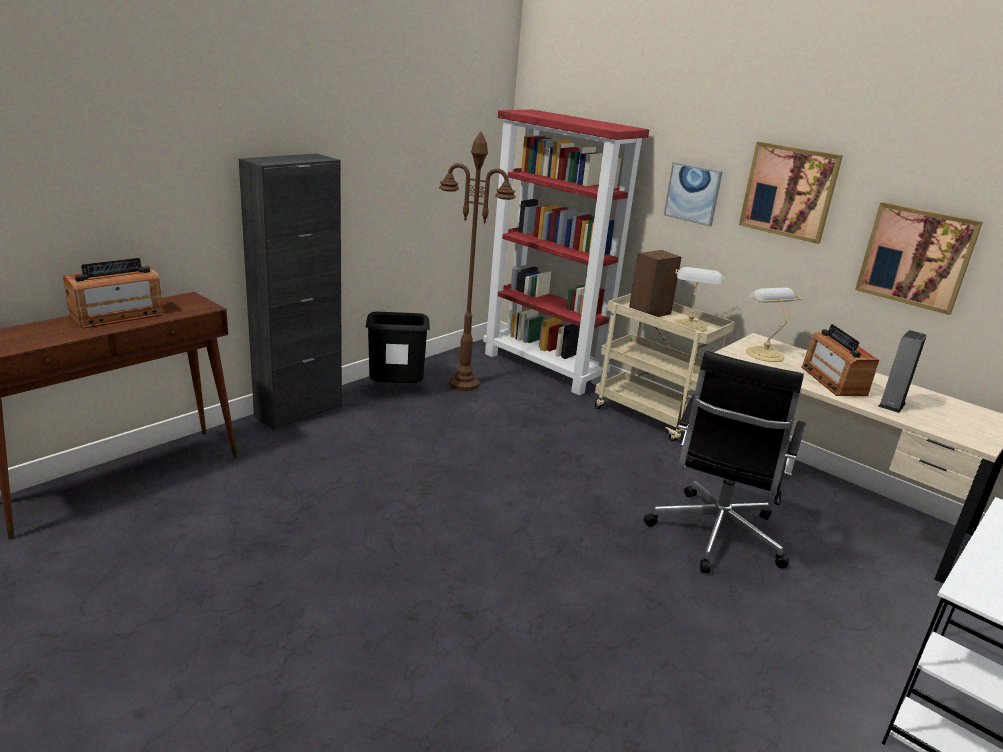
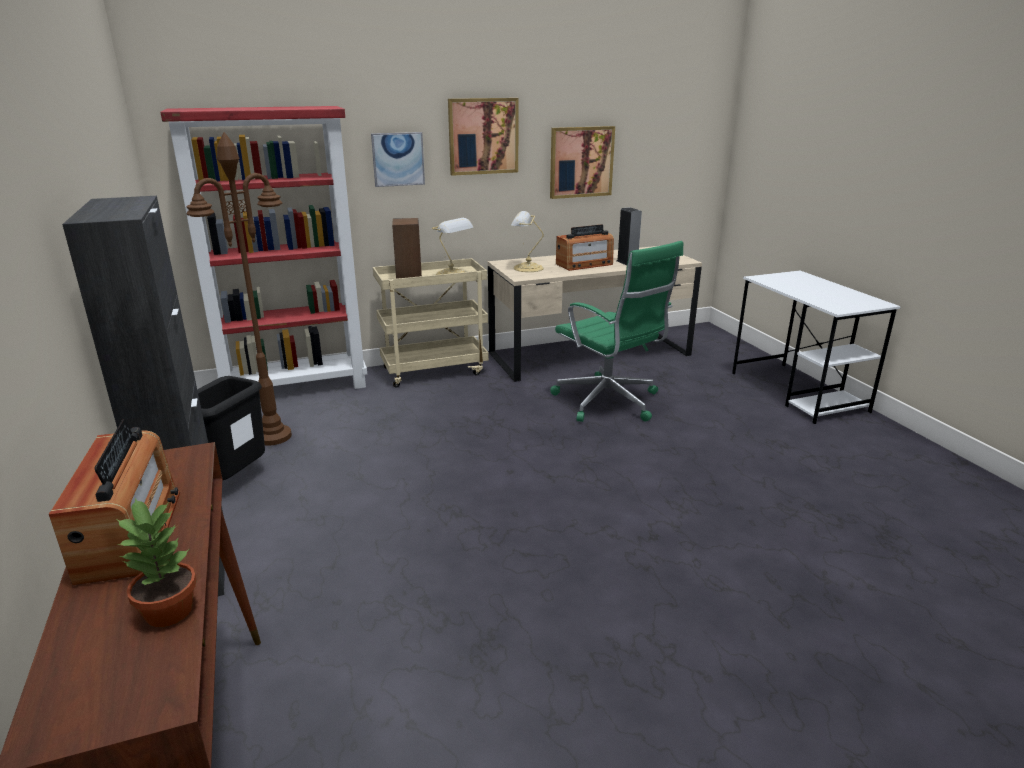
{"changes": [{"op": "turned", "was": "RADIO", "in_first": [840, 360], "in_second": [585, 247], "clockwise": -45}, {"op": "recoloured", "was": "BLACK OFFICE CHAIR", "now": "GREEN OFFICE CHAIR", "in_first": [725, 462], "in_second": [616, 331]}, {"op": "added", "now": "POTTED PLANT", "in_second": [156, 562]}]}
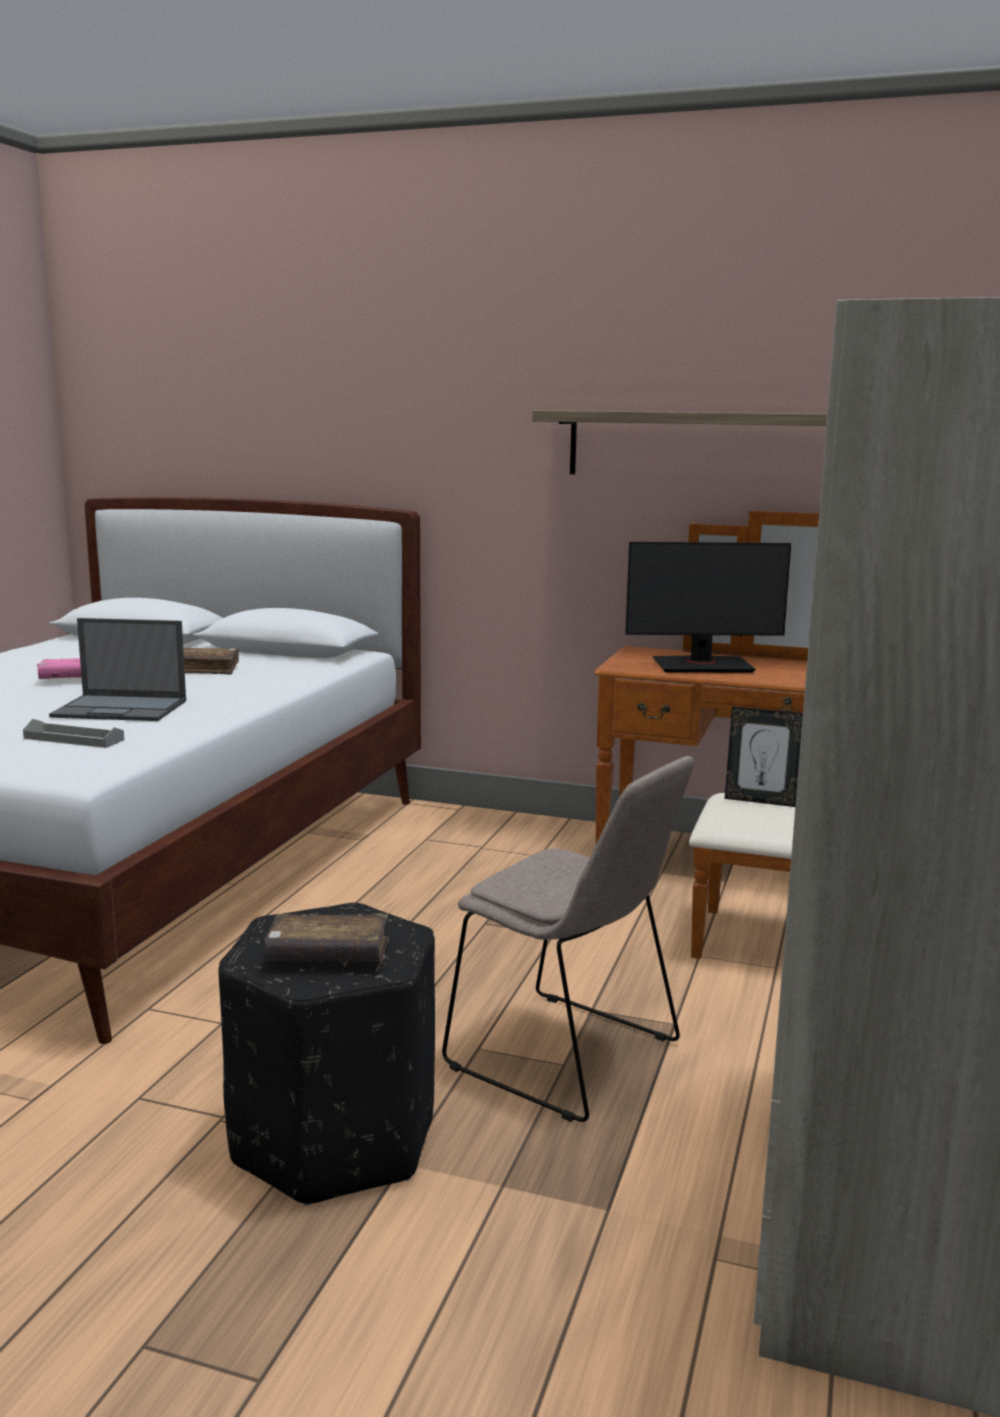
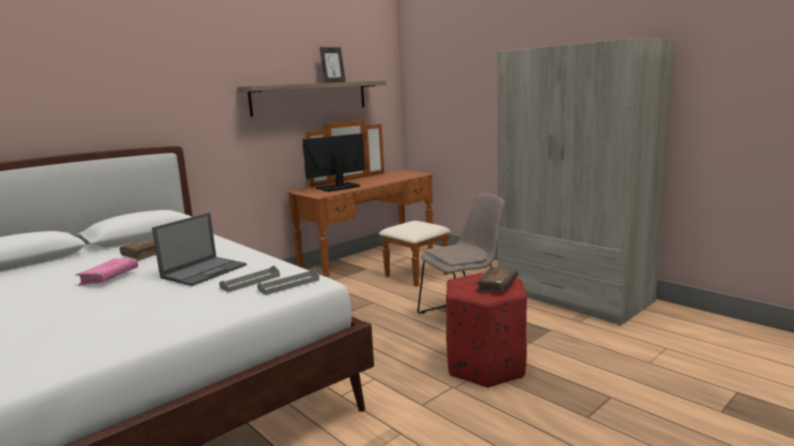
{"changes": [{"op": "turned", "was": "MONITOR", "in_first": [708, 607], "in_second": [334, 162], "clockwise": -150}, {"op": "moved", "was": "PICTURE FRAME", "in_first": [764, 756], "in_second": [333, 65]}, {"op": "recoloured", "was": "BLACK OTTOMAN", "now": "RED OTTOMAN", "in_first": [327, 1054], "in_second": [486, 330]}, {"op": "added", "now": "GREY TRAY", "in_second": [288, 282]}]}
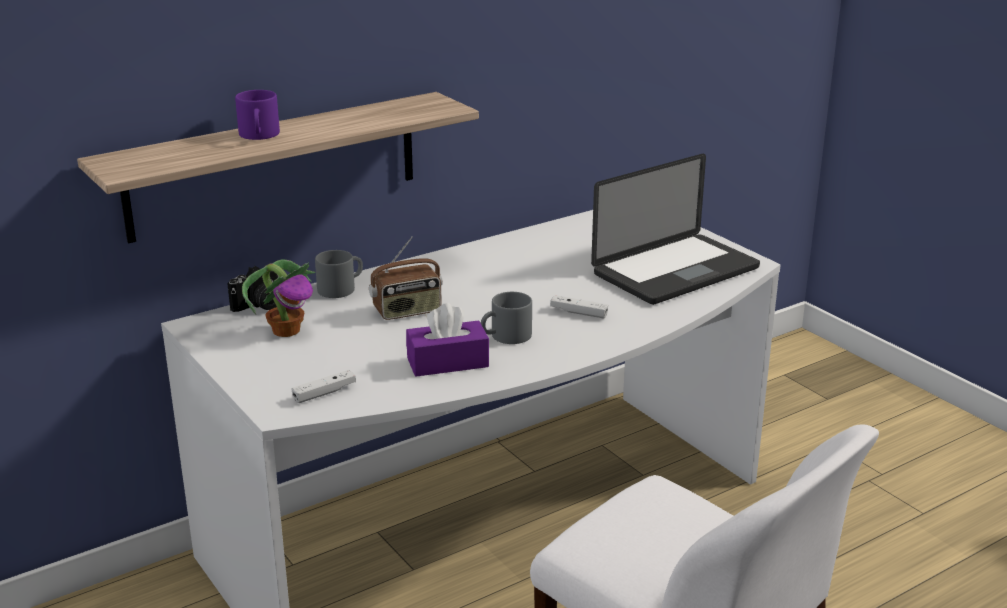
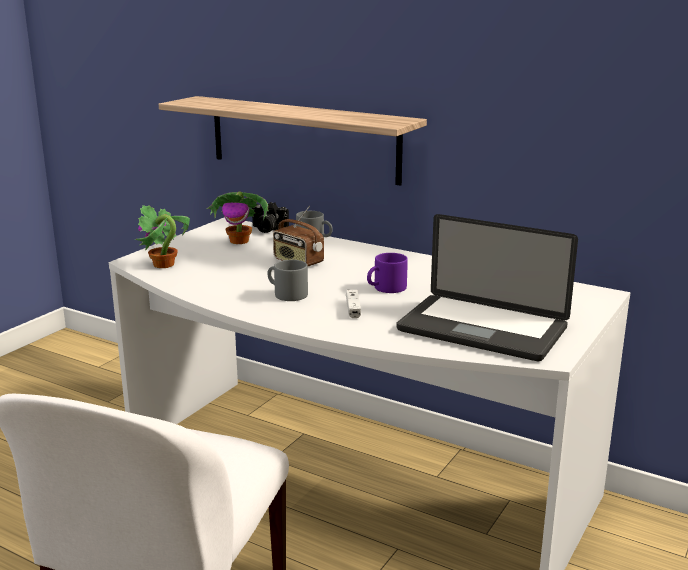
{"changes": [{"op": "moved", "was": "PURPLE MUG", "in_first": [257, 115], "in_second": [387, 273]}, {"op": "removed", "was": "PURPLE TISSUE BOX", "in_first": [447, 340]}, {"op": "replaced", "was": "WHITE GAME CONTROLLER", "now": "POTTED PLANT", "in_first": [324, 386], "in_second": [162, 236]}]}
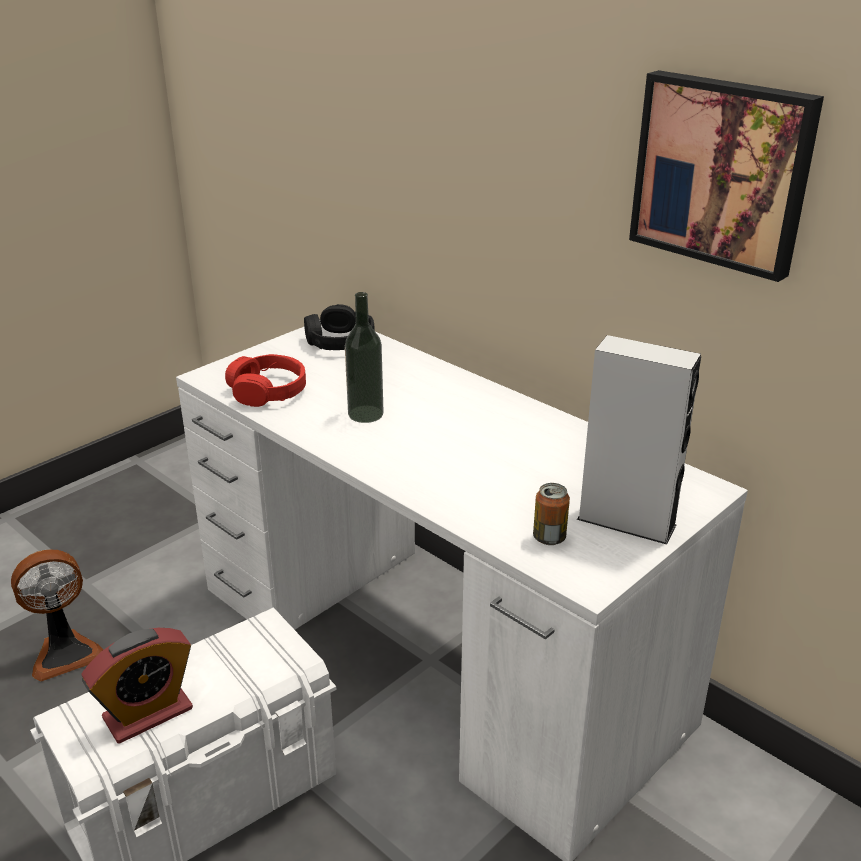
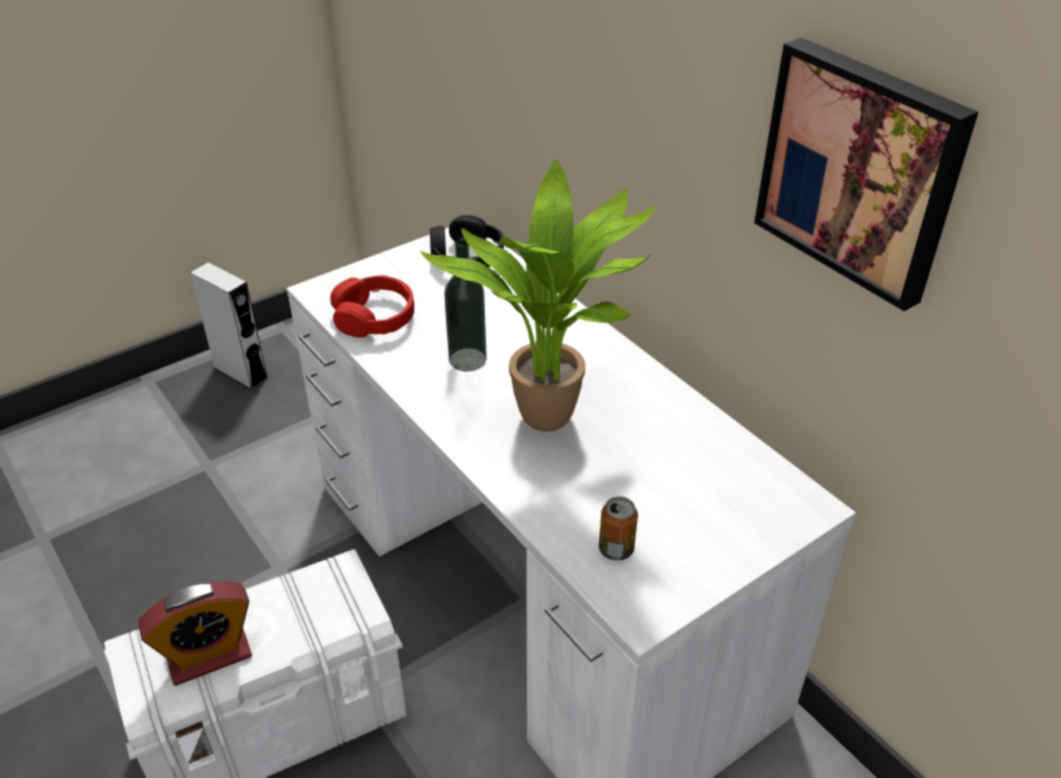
{"changes": [{"op": "moved", "was": "GREY SPEAKER", "in_first": [639, 440], "in_second": [229, 326]}, {"op": "removed", "was": "FAN", "in_first": [57, 615]}, {"op": "added", "now": "POTTED PLANT", "in_second": [538, 296]}]}
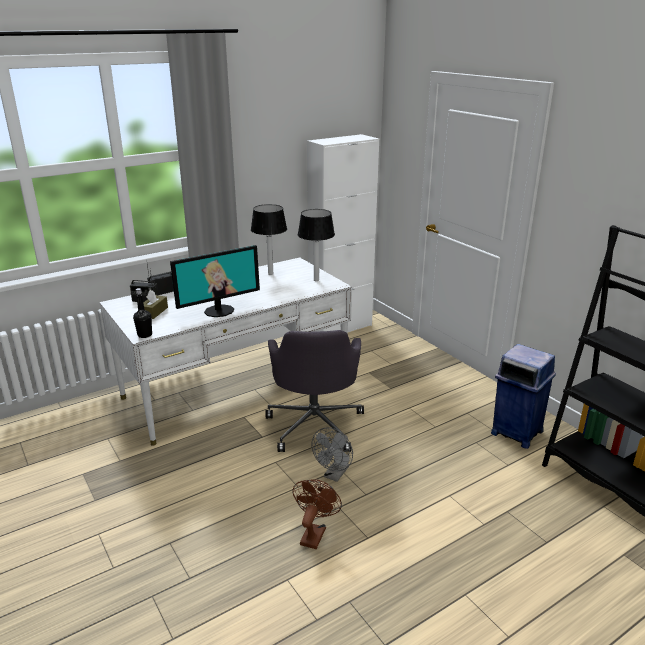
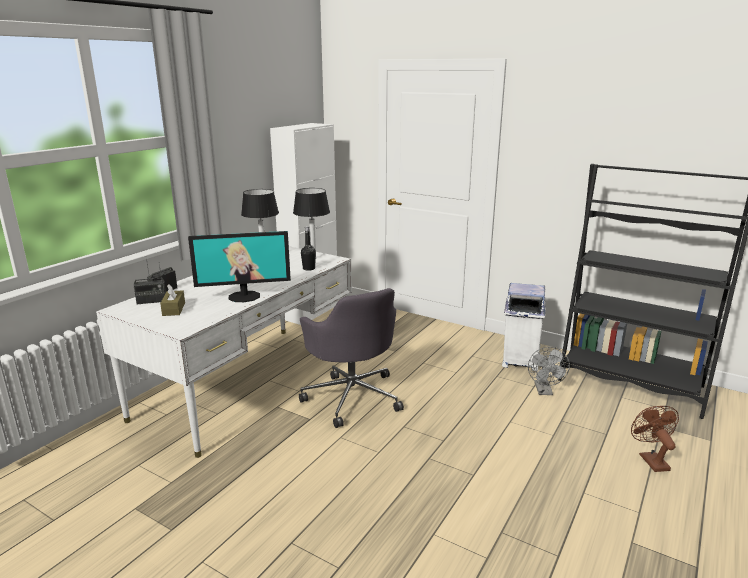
{"changes": [{"op": "turned", "was": "MONITOR", "in_first": [215, 281], "in_second": [239, 266], "clockwise": 45}, {"op": "moved", "was": "BLACK BOTTLE", "in_first": [142, 313], "in_second": [308, 248]}, {"op": "recoloured", "was": "BLUE TRASH CAN", "now": "WHITE TRASH CAN", "in_first": [523, 396], "in_second": [524, 327]}, {"op": "moved", "was": "GREY FAN", "in_first": [332, 454], "in_second": [549, 371]}, {"op": "moved", "was": "BROWN FAN", "in_first": [317, 514], "in_second": [655, 439]}]}
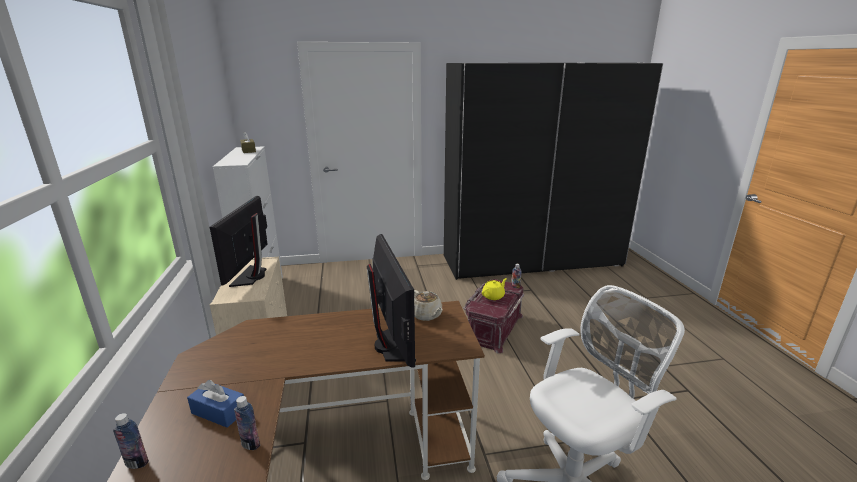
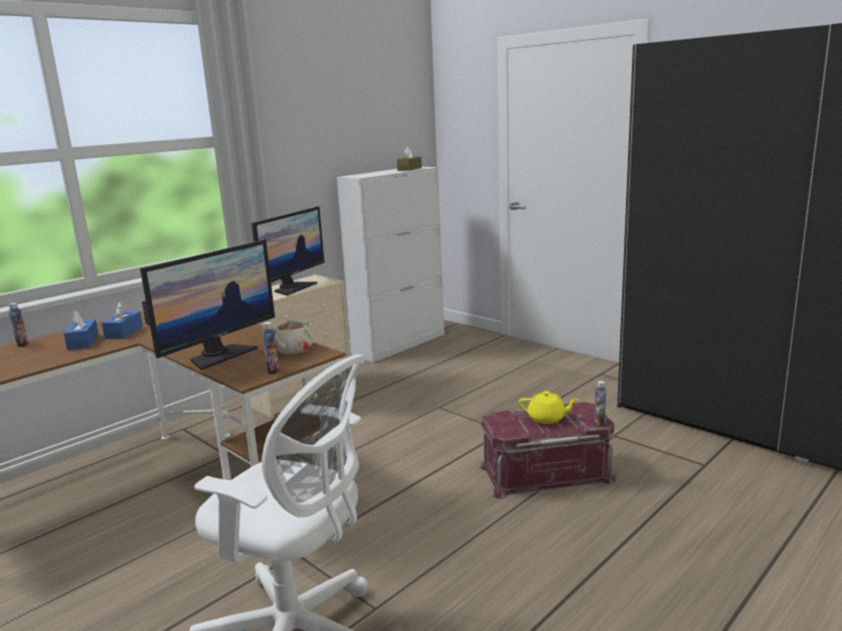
{"changes": [{"op": "turned", "was": "MONITOR", "in_first": [239, 241], "in_second": [288, 251], "clockwise": 150}, {"op": "moved", "was": "BOTTLE", "in_first": [247, 423], "in_second": [270, 348]}, {"op": "added", "now": "BLUE TISSUE BOX", "in_second": [122, 320]}]}
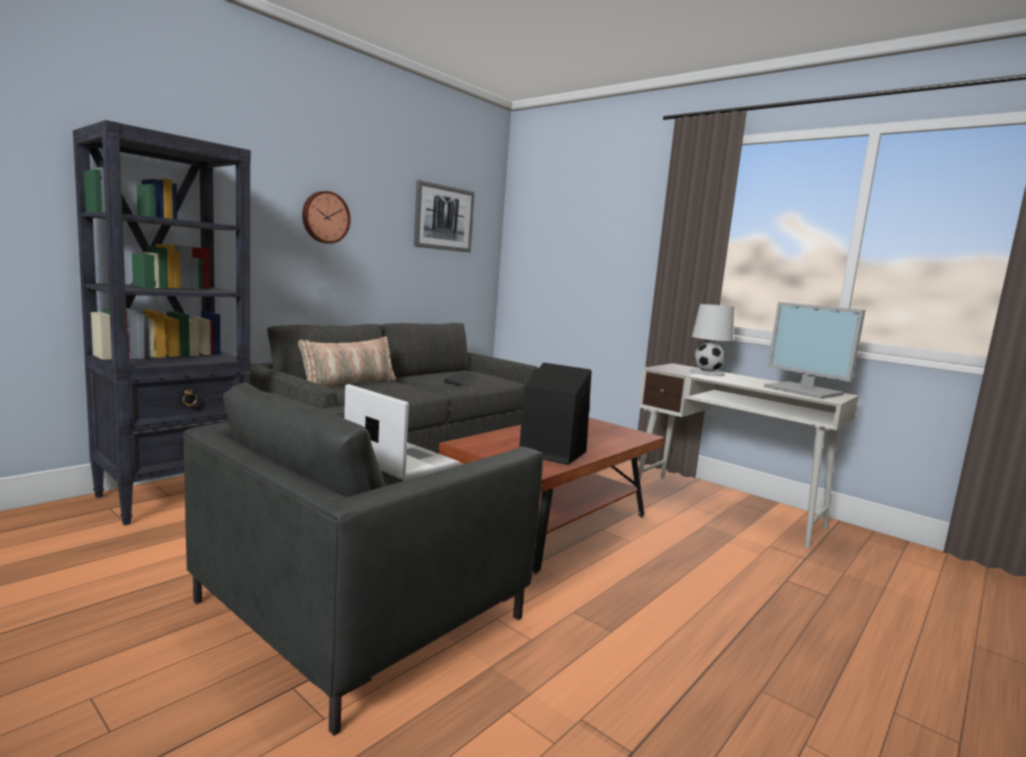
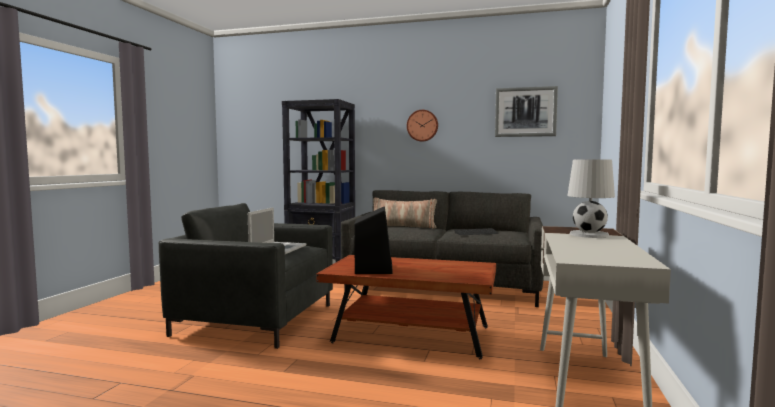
{"changes": [{"op": "removed", "was": "MONITOR", "in_first": [814, 350]}]}
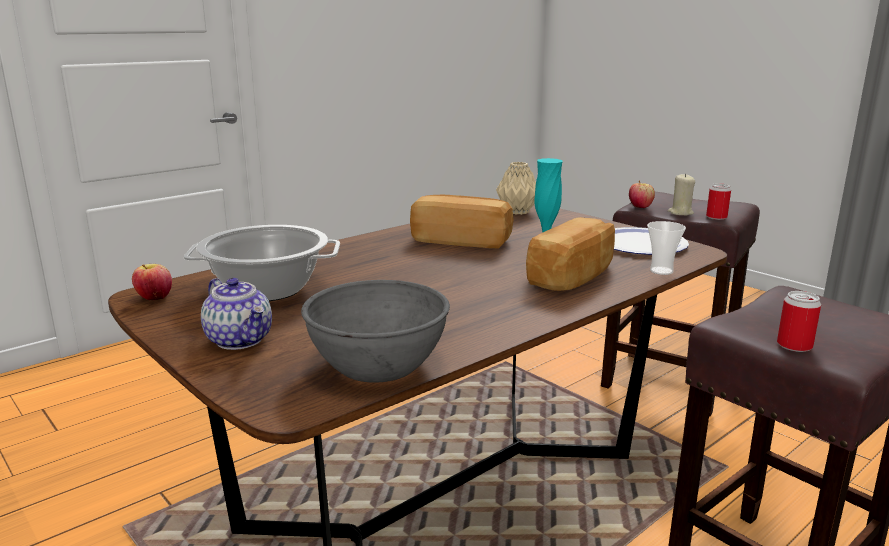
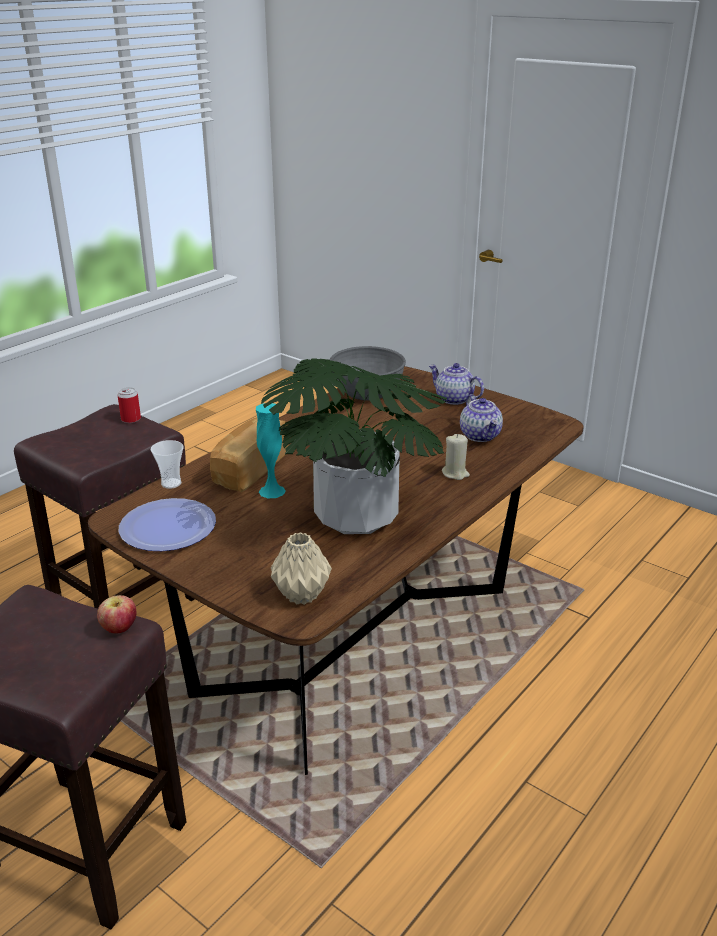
{"changes": [{"op": "moved", "was": "BEIGE CANDLE", "in_first": [681, 194], "in_second": [456, 457]}, {"op": "removed", "was": "CAN", "in_first": [718, 201]}, {"op": "replaced", "was": "BREAD", "now": "POTTED PLANT", "in_first": [462, 221], "in_second": [354, 446]}, {"op": "replaced", "was": "COOKING POT", "now": "TEAPOT", "in_first": [261, 263], "in_second": [481, 418]}, {"op": "removed", "was": "APPLE", "in_first": [152, 282]}]}
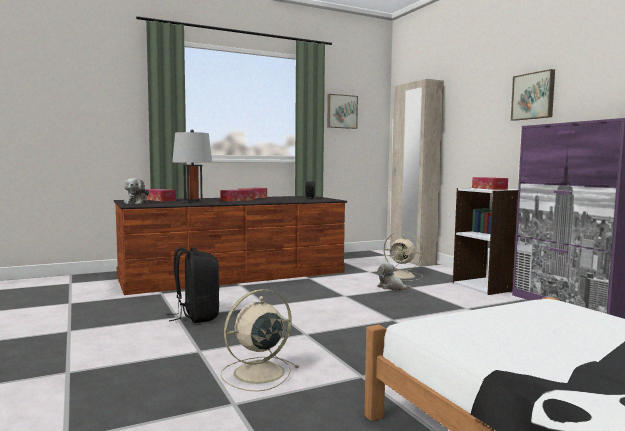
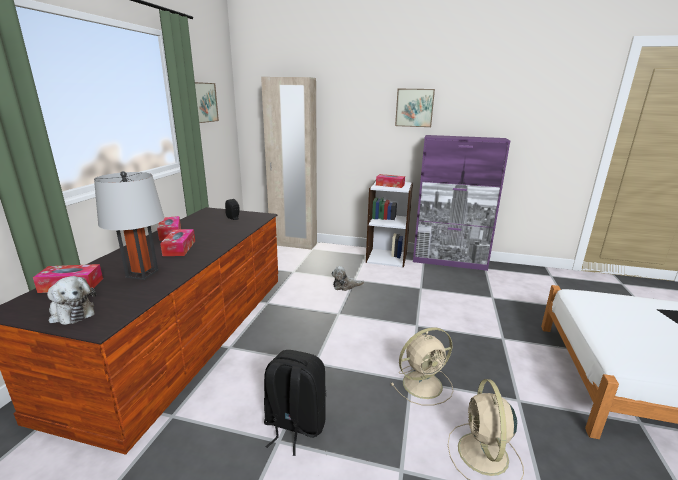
{"changes": [{"op": "moved", "was": "BEIGE FAN", "in_first": [403, 256], "in_second": [422, 366]}]}
